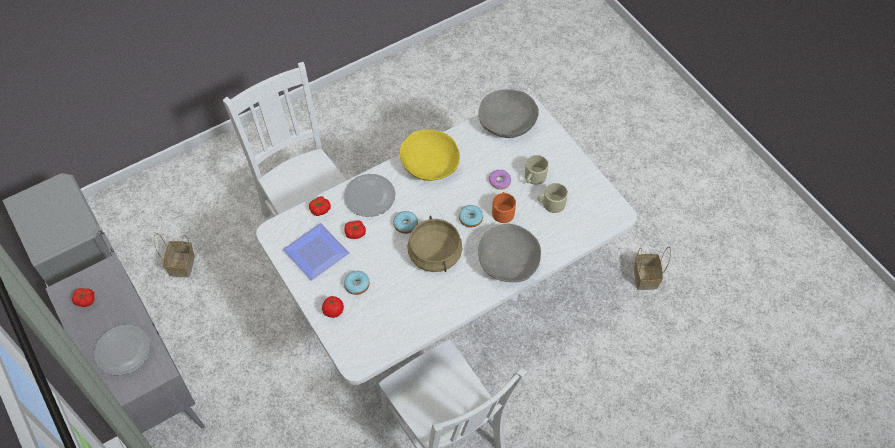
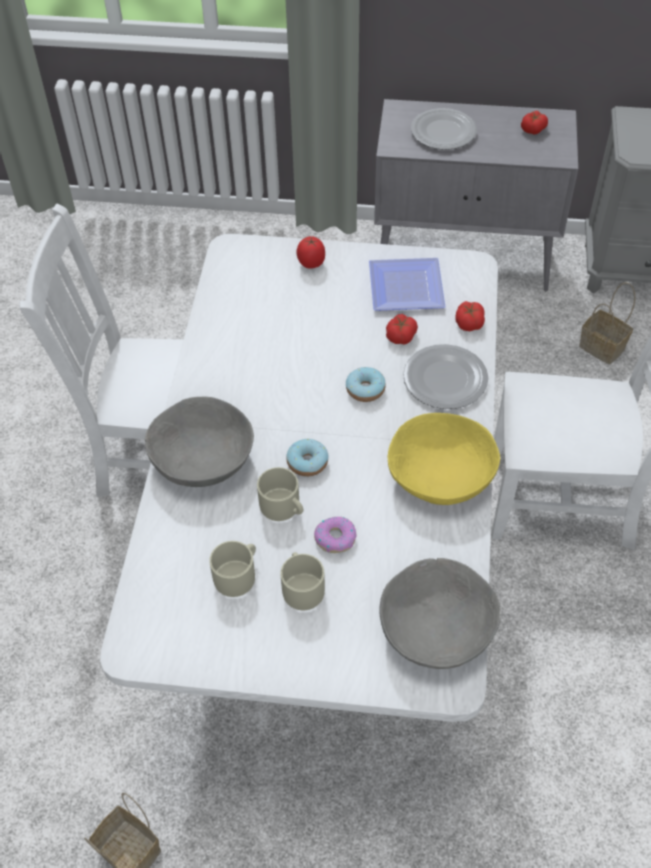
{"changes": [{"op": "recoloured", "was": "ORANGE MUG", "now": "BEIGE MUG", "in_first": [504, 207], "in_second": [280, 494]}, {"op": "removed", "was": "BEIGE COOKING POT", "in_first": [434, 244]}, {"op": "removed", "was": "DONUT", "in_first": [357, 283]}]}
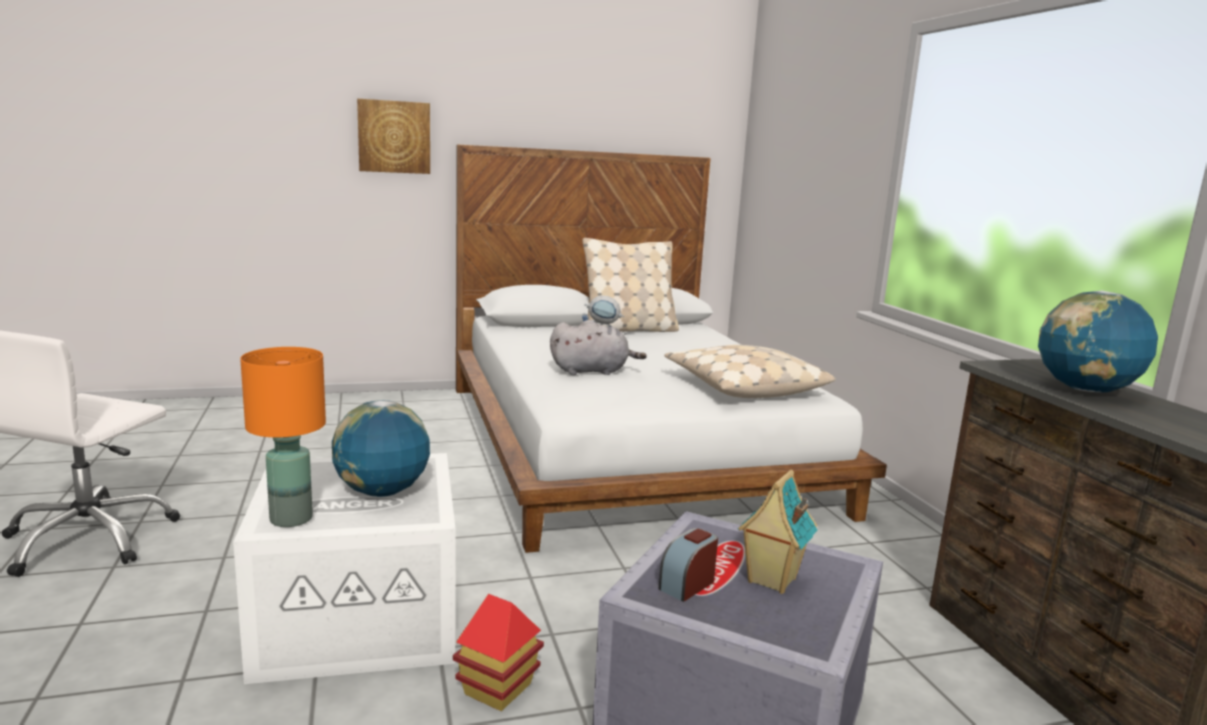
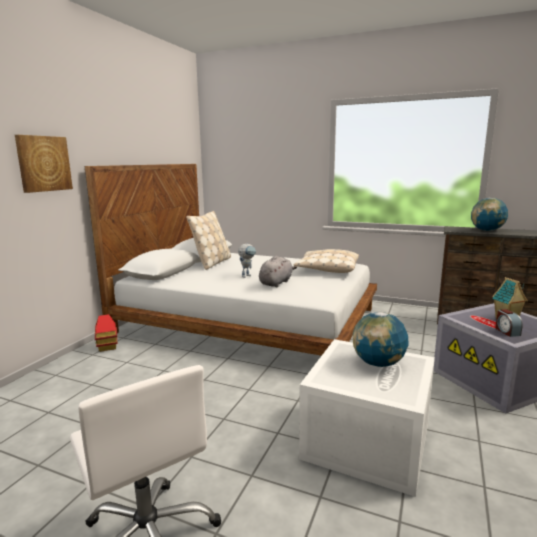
{"changes": [{"op": "removed", "was": "ORANGE TABLE LAMP", "in_first": [283, 437]}, {"op": "moved", "was": "TOY HOUSE", "in_first": [498, 652], "in_second": [106, 333]}]}
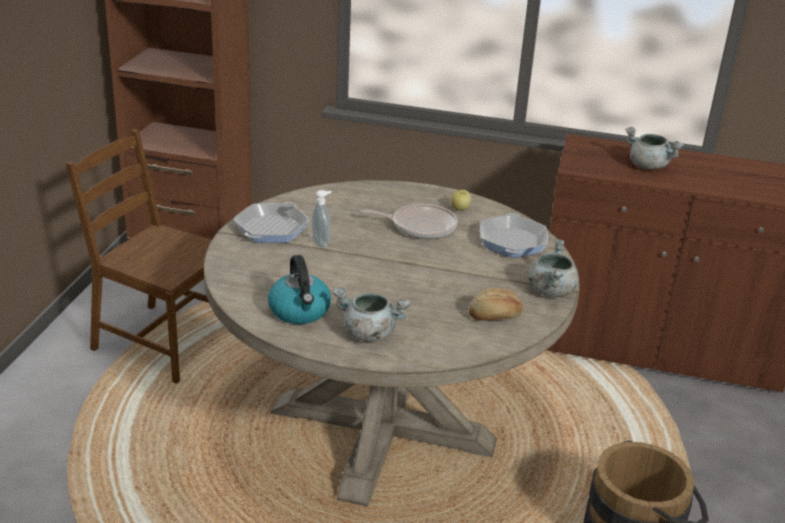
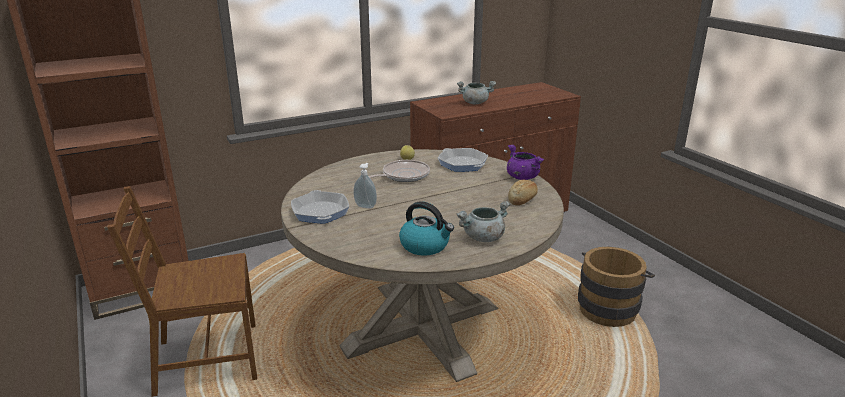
{"changes": [{"op": "recoloured", "was": "GREY COOKING POT", "now": "PURPLE COOKING POT", "in_first": [553, 268], "in_second": [525, 162]}]}
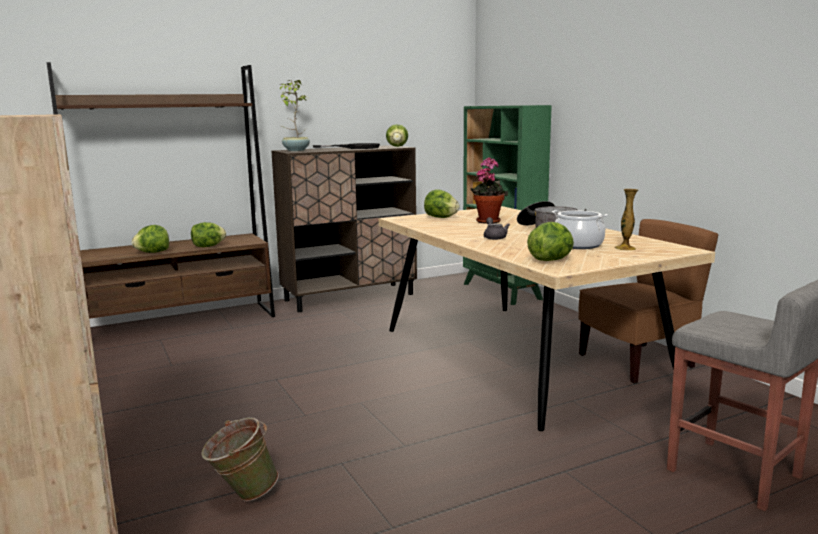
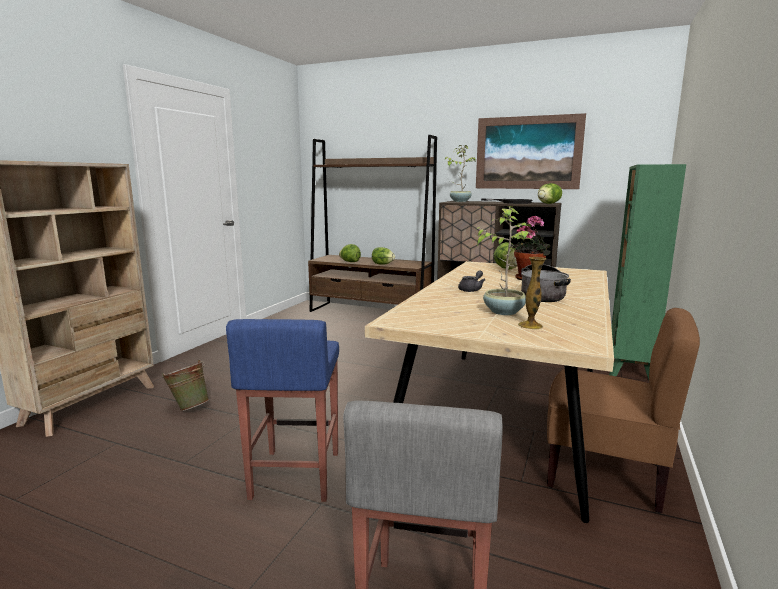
{"changes": [{"op": "replaced", "was": "COOKING POT", "now": "POTTED PLANT", "in_first": [580, 229], "in_second": [503, 260]}, {"op": "removed", "was": "LETTUCE", "in_first": [550, 241]}, {"op": "added", "now": "PICTURE", "in_second": [531, 151]}, {"op": "added", "now": "BLUE STOOL", "in_second": [282, 410]}]}
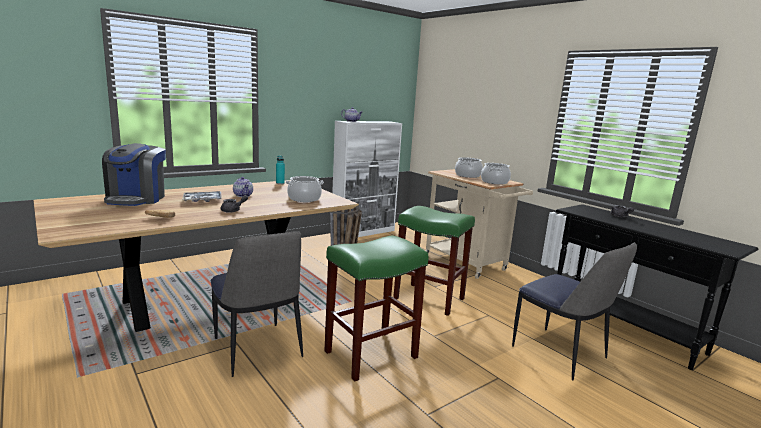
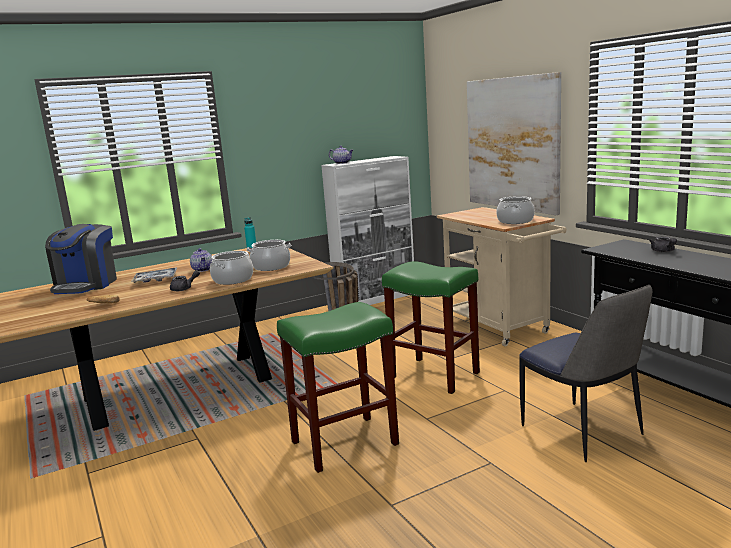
{"changes": [{"op": "moved", "was": "COOKING POT", "in_first": [469, 167], "in_second": [231, 268]}, {"op": "removed", "was": "CHAIR", "in_first": [257, 304]}, {"op": "added", "now": "PICTURE", "in_second": [514, 143]}]}
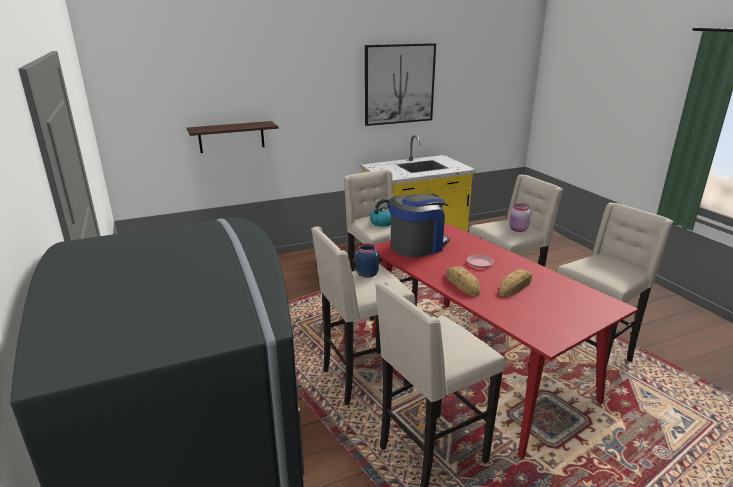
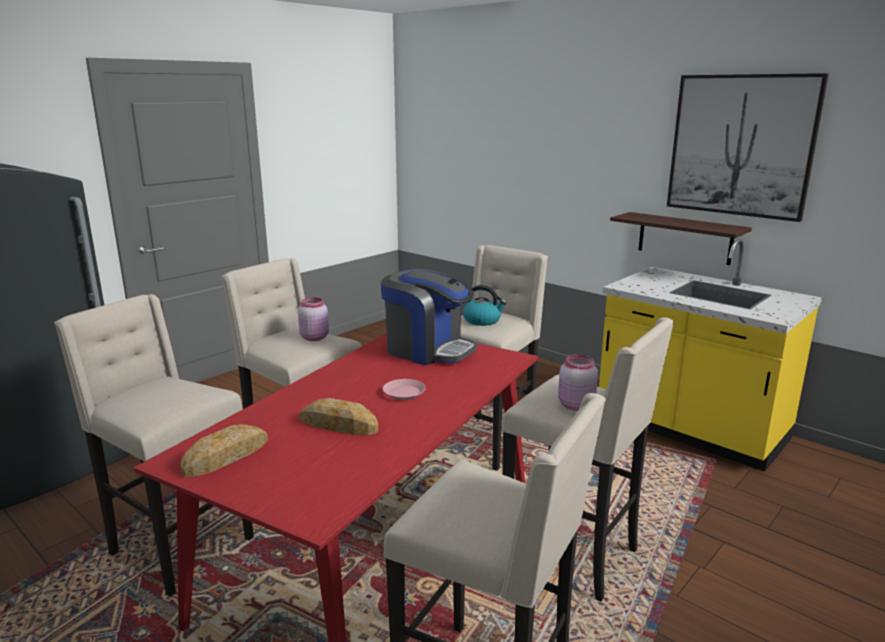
{"changes": [{"op": "moved", "was": "SHELF", "in_first": [232, 137], "in_second": [681, 238]}, {"op": "recoloured", "was": "BLUE JAR", "now": "PINK JAR", "in_first": [367, 260], "in_second": [313, 319]}, {"op": "moved", "was": "BREAD", "in_first": [463, 281], "in_second": [224, 450]}]}
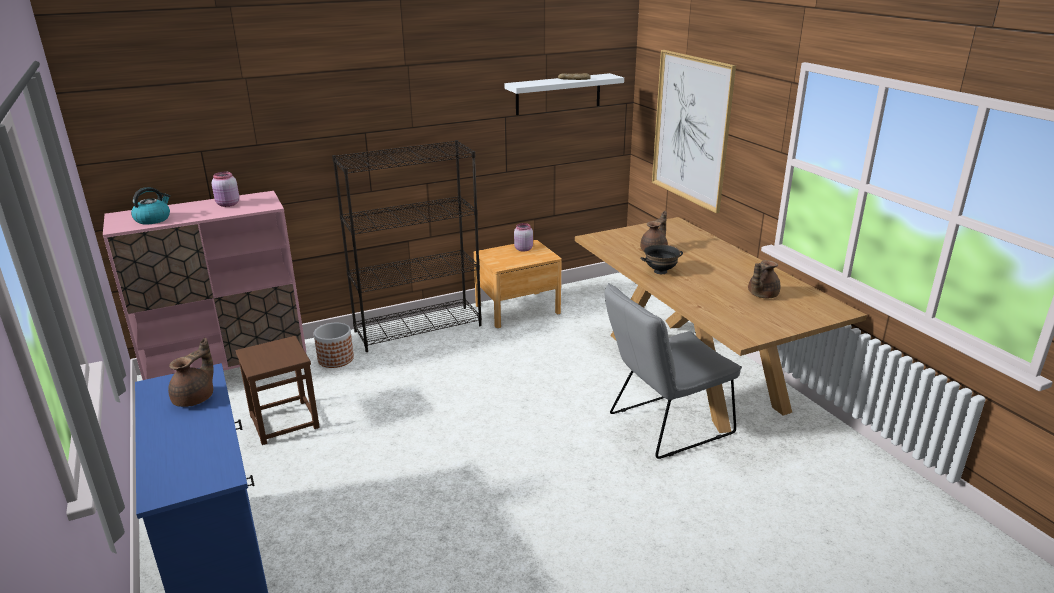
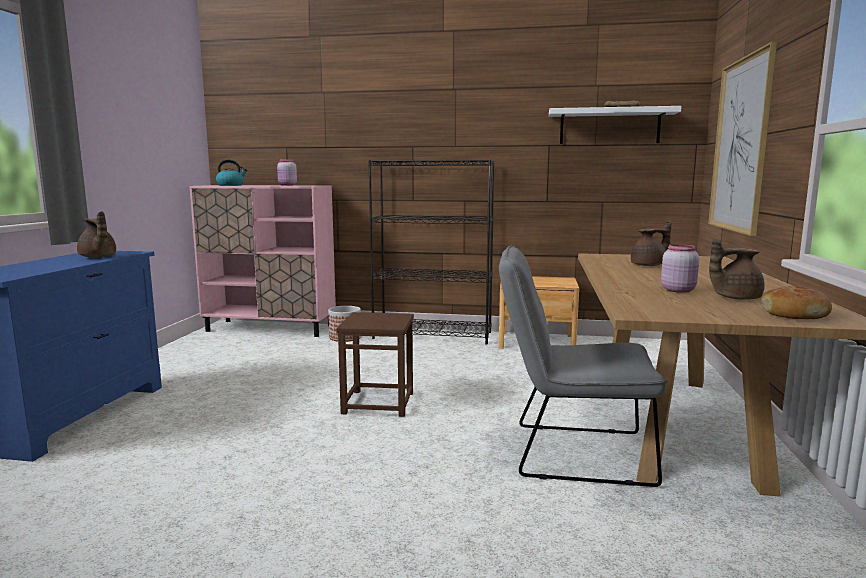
{"changes": [{"op": "moved", "was": "PINK JAR", "in_first": [523, 237], "in_second": [680, 268]}, {"op": "removed", "was": "BLACK BOWL", "in_first": [661, 259]}, {"op": "moved", "was": "BROWN STOOL", "in_first": [278, 390], "in_second": [375, 364]}, {"op": "turned", "was": "BROWN TEAPOT", "in_first": [190, 372], "in_second": [96, 234], "clockwise": 75}, {"op": "added", "now": "BREAD", "in_second": [796, 302]}]}
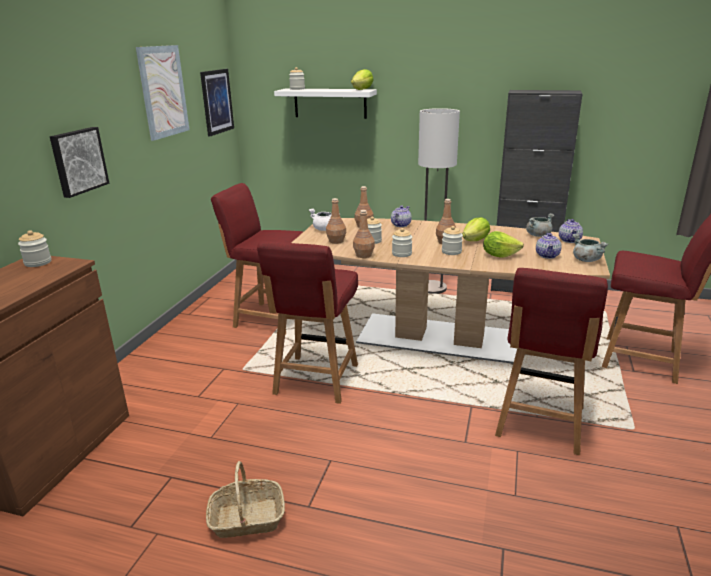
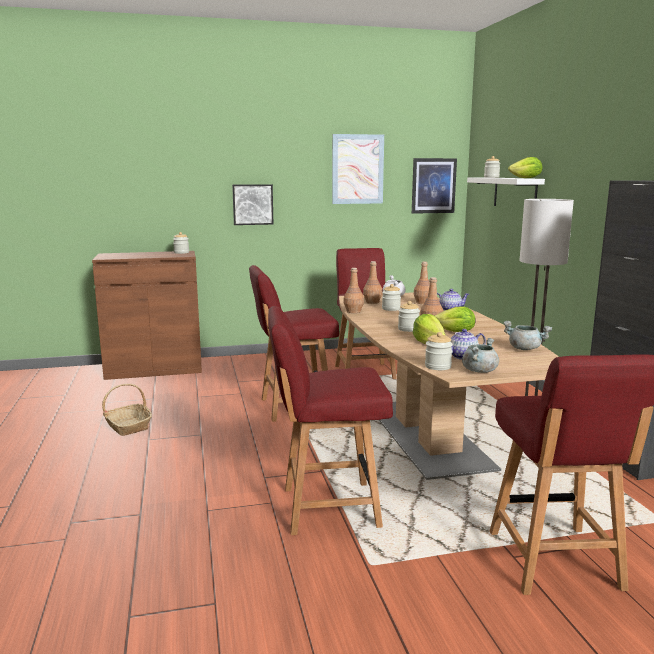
{"changes": [{"op": "removed", "was": "TEAPOT", "in_first": [571, 231]}, {"op": "moved", "was": "JAR", "in_first": [402, 242], "in_second": [439, 351]}]}
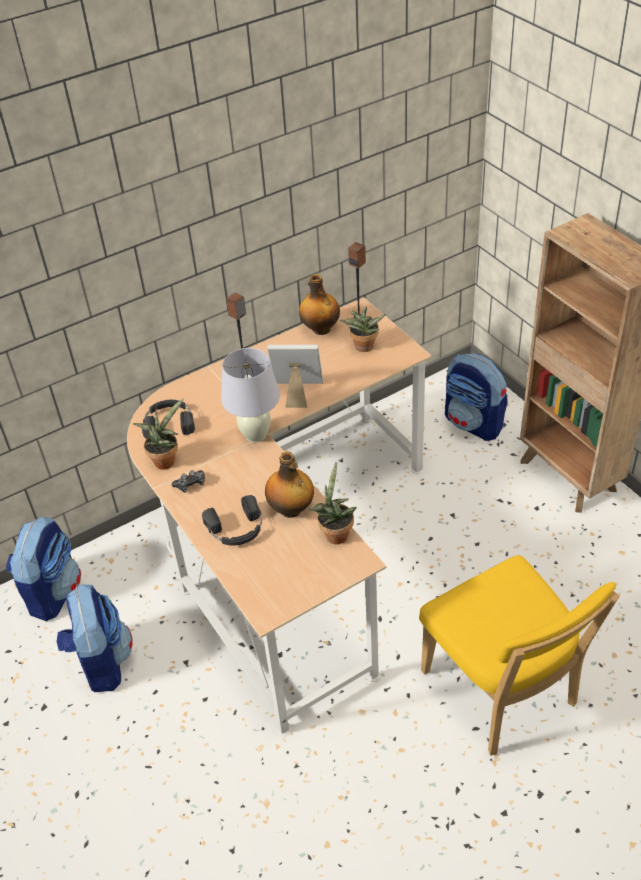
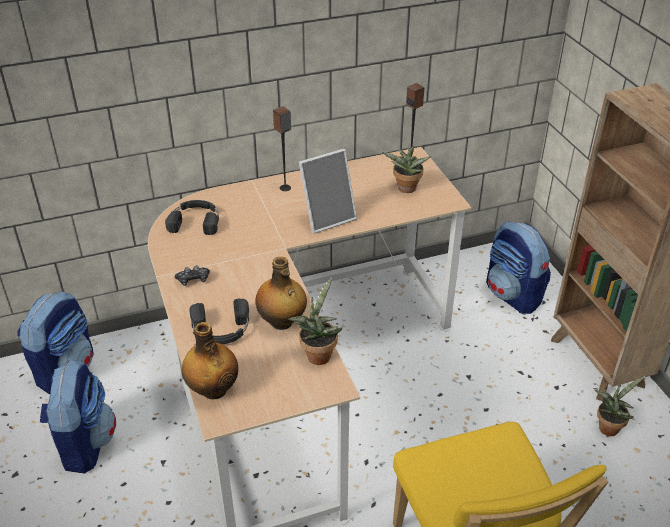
{"changes": [{"op": "moved", "was": "BOTTLE", "in_first": [319, 304], "in_second": [210, 360]}, {"op": "turned", "was": "PICTURE FRAME", "in_first": [295, 376], "in_second": [328, 191], "clockwise": 135}, {"op": "removed", "was": "WHITE TABLE LAMP", "in_first": [250, 395]}, {"op": "moved", "was": "POTTED PLANT", "in_first": [158, 434], "in_second": [620, 406]}]}
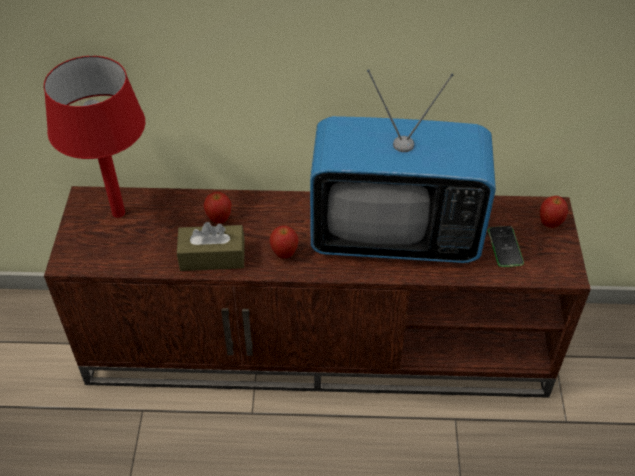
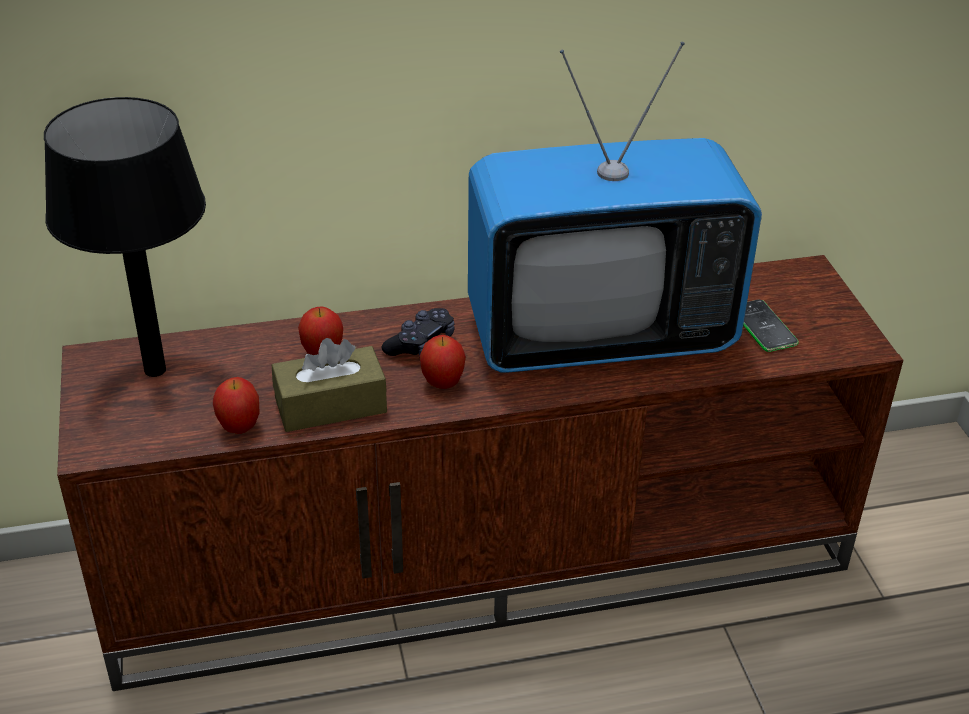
{"changes": [{"op": "recoloured", "was": "RED TABLE LAMP", "now": "BLACK TABLE LAMP", "in_first": [94, 137], "in_second": [125, 237]}, {"op": "moved", "was": "APPLE", "in_first": [554, 212], "in_second": [236, 405]}, {"op": "added", "now": "BLACK GAME CONTROLLER", "in_second": [418, 333]}]}
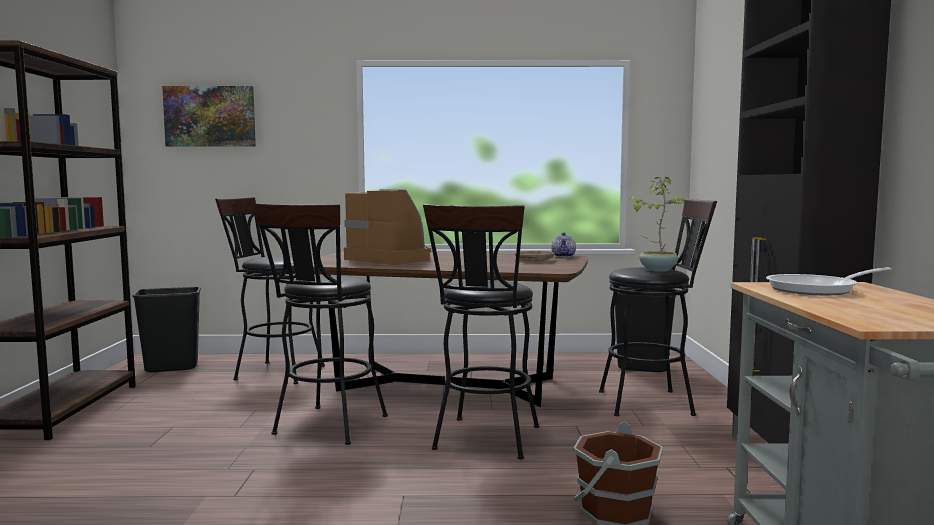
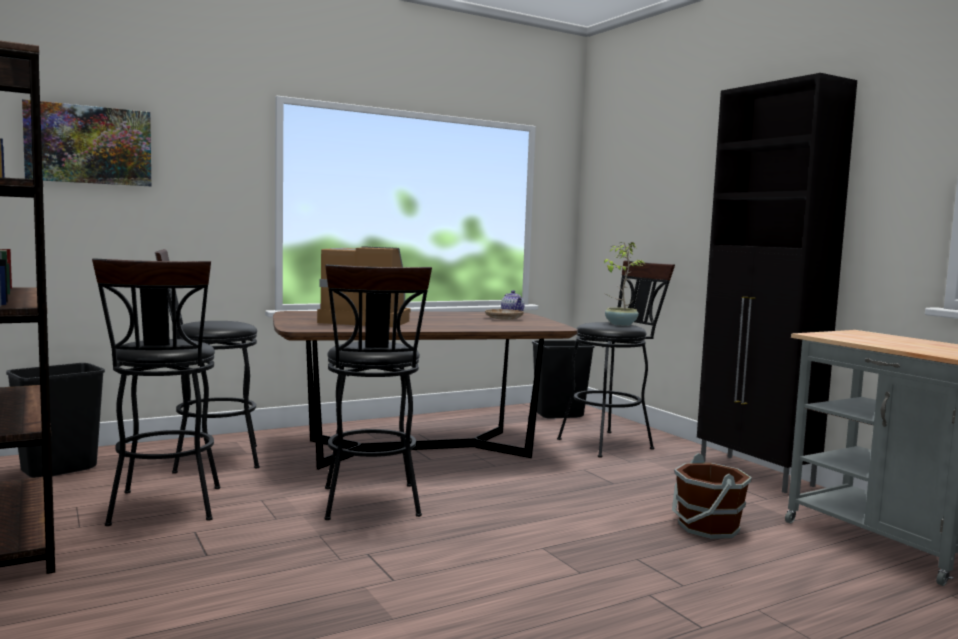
{"changes": [{"op": "moved", "was": "BLACK STOOL", "in_first": [481, 331], "in_second": [156, 392]}, {"op": "removed", "was": "FRYING PAN", "in_first": [828, 281]}]}
